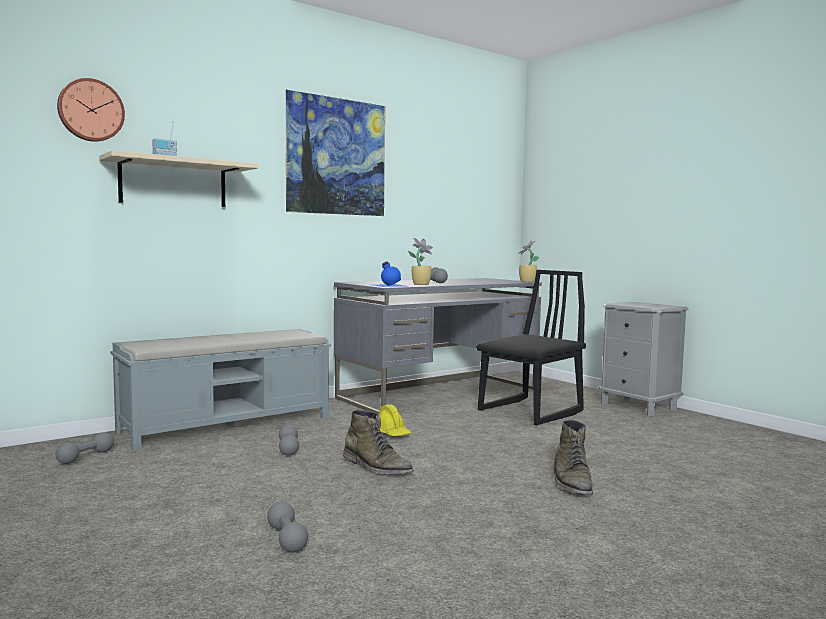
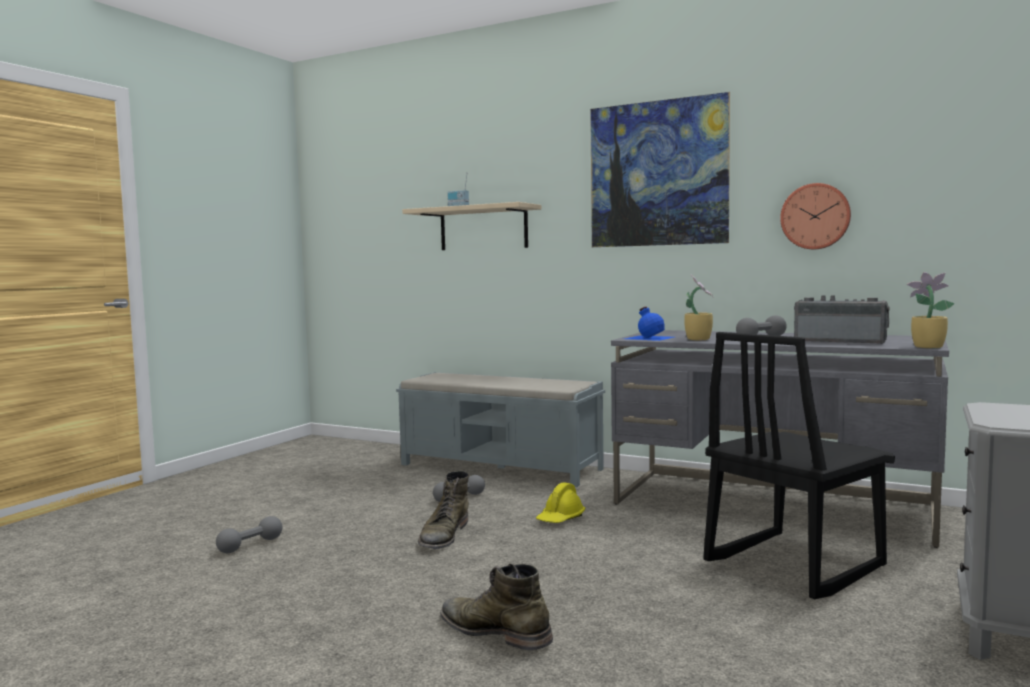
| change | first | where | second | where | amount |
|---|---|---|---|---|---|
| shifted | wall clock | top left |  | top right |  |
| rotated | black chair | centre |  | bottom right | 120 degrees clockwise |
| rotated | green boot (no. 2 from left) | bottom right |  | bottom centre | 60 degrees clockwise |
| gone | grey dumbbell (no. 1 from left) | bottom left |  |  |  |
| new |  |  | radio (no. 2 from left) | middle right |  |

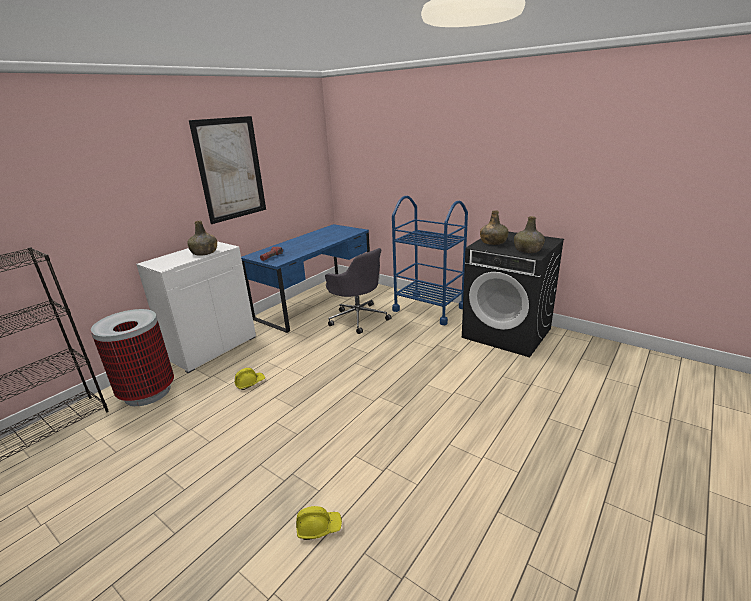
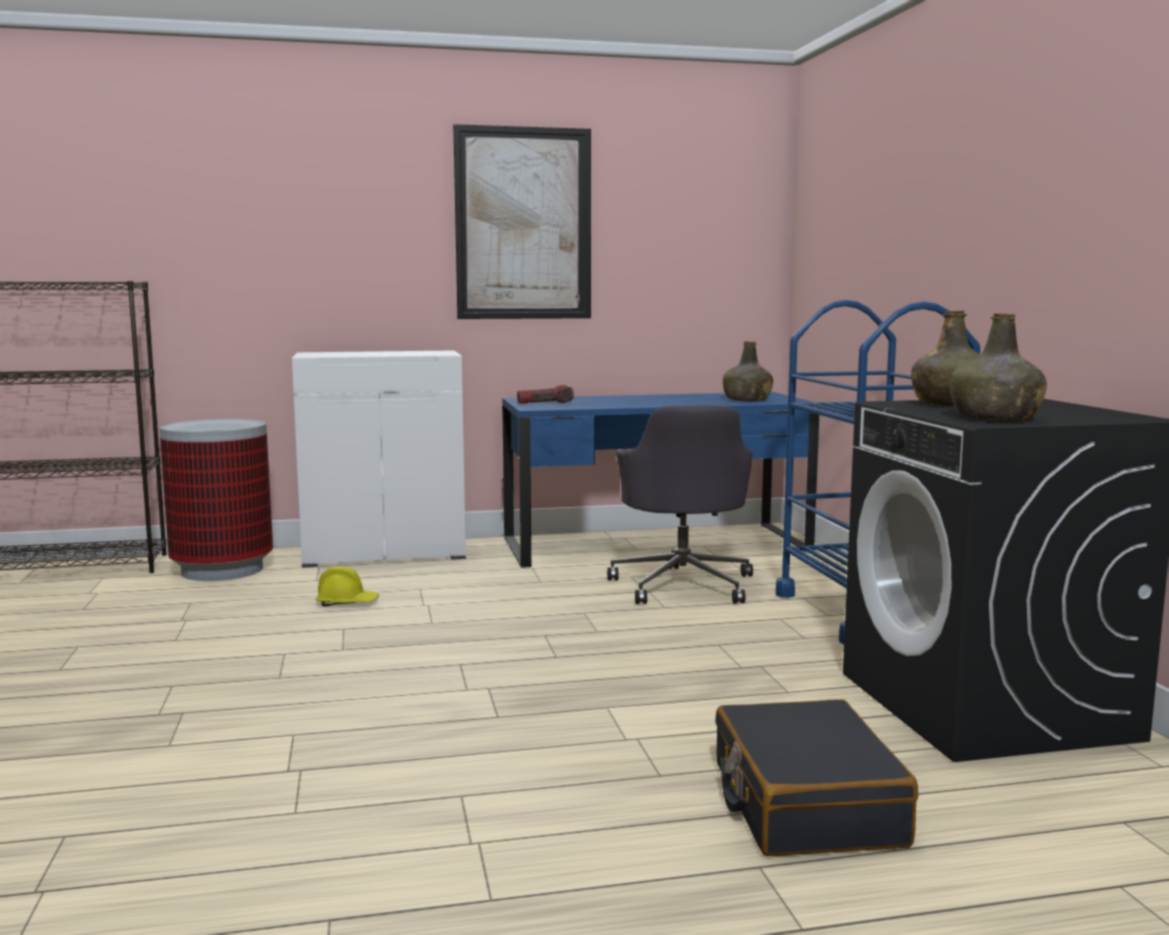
| change | first | where | second | where | amount |
|---|---|---|---|---|---|
| shifted | green bottle (no. 1 from left) | middle left |  | centre |  |
| gone | yellow hard hat (no. 2 from left) | bottom centre |  |  |  |
| new |  |  | black suitcase | bottom right |  |

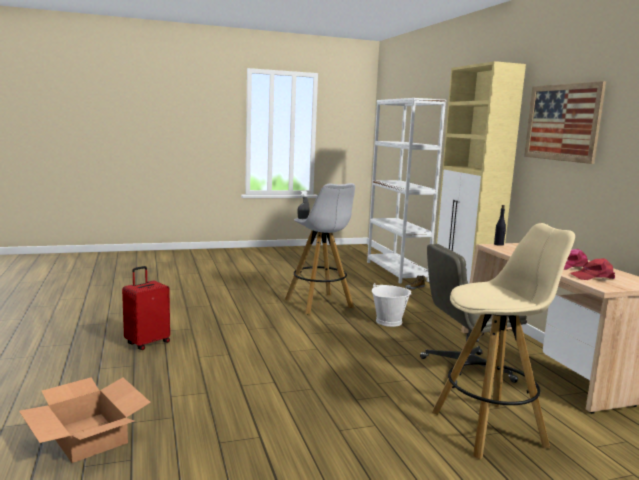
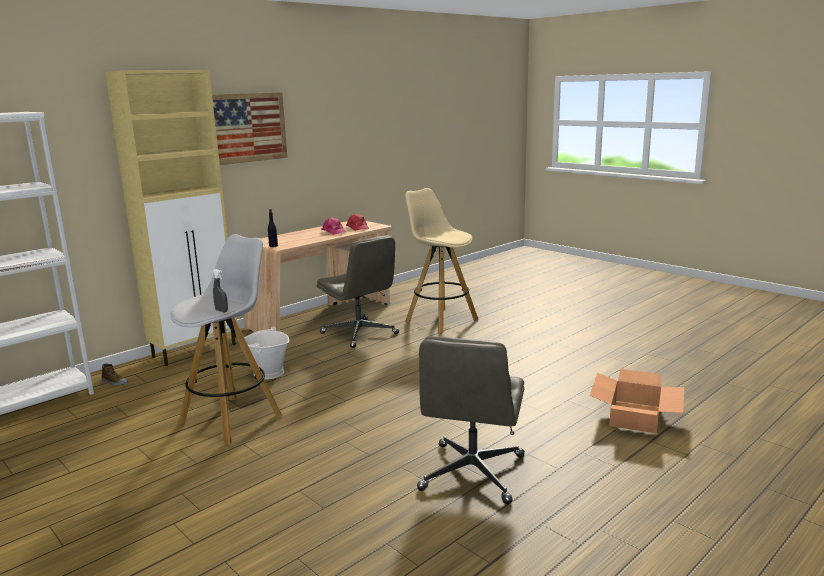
| change | first | where | second | where | amount |
|---|---|---|---|---|---|
| swapped | red suitcase | middle left | grey office chair (no. 2 from left) | bottom centre |  |

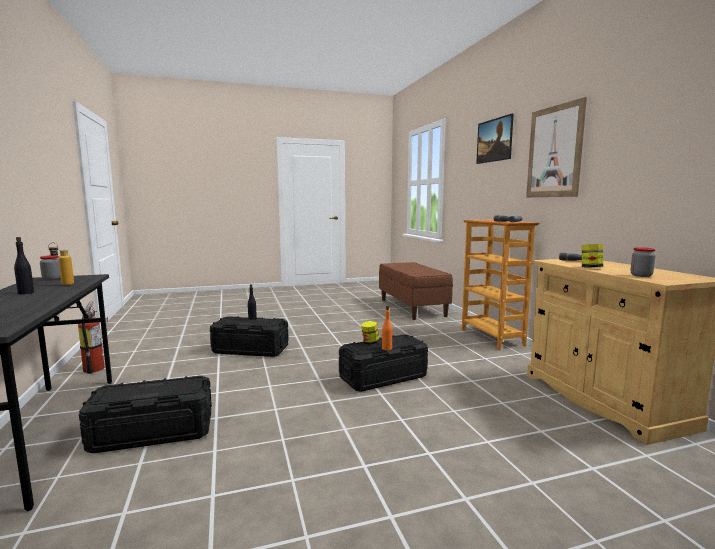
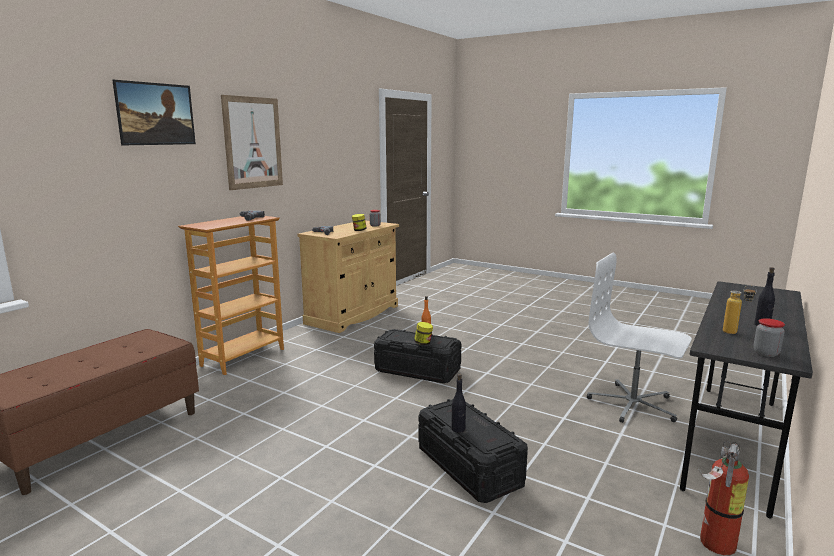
| change | first | where | second | where | amount |
|---|---|---|---|---|---|
| swapped | black storage box (no. 1 from left) | bottom left | white office chair | middle right |  |

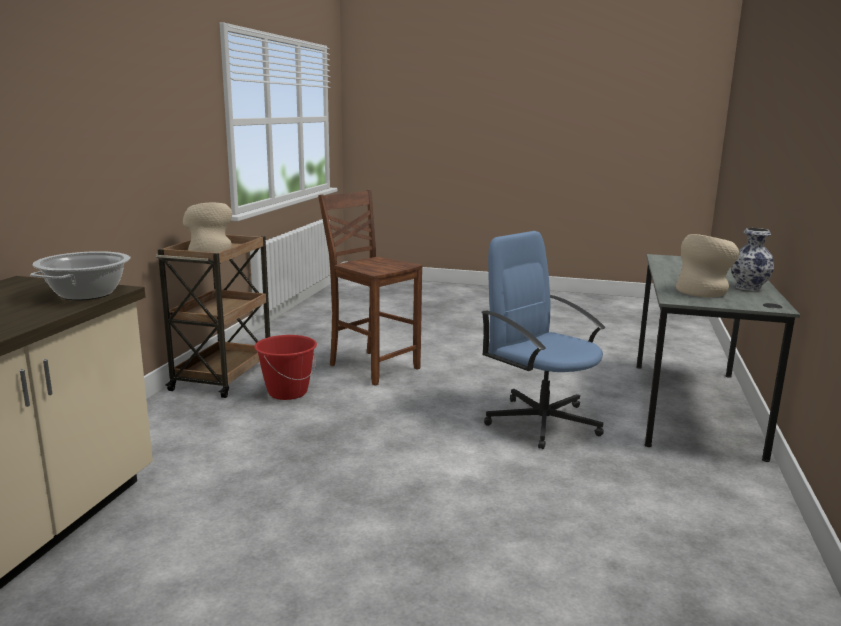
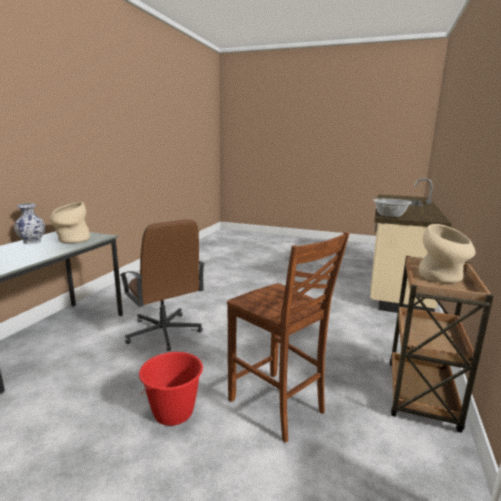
| change | first | where | second | where | amount |
|---|---|---|---|---|---|
| repainted | blue office chair | centre | brown office chair | middle left |  |
| shifted | red bucket | centre |  | bottom centre |  |

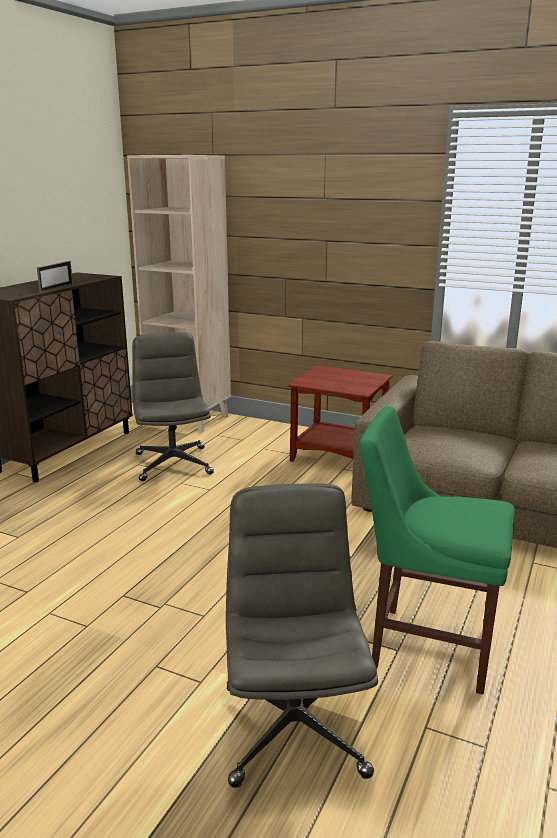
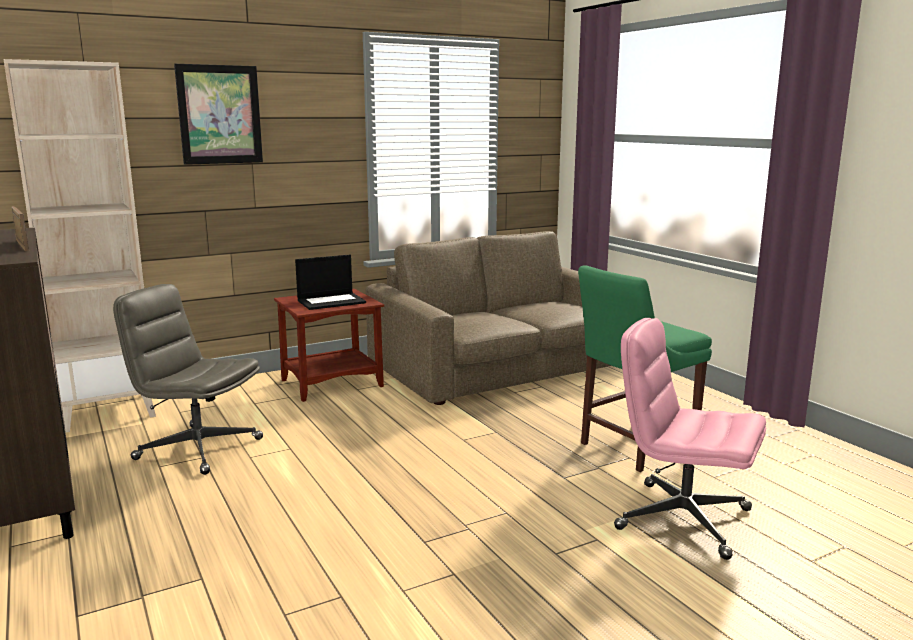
| change | first | where | second | where | amount |
|---|---|---|---|---|---|
| repainted | grey office chair (no. 2 from left) | bottom centre | pink office chair | bottom right |  |
| new |  |  | picture | top left |  |
| new |  |  | laptop | centre |  |

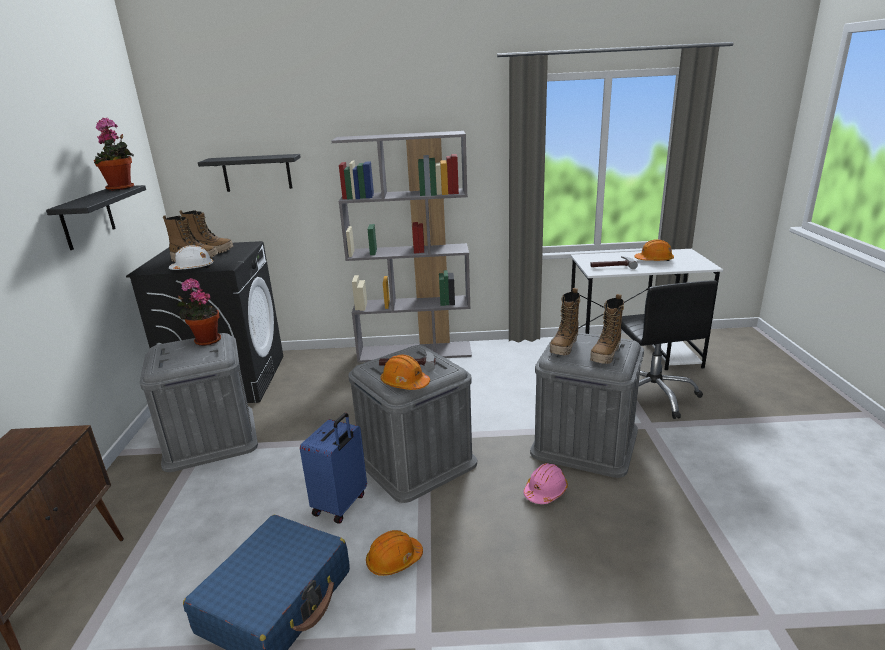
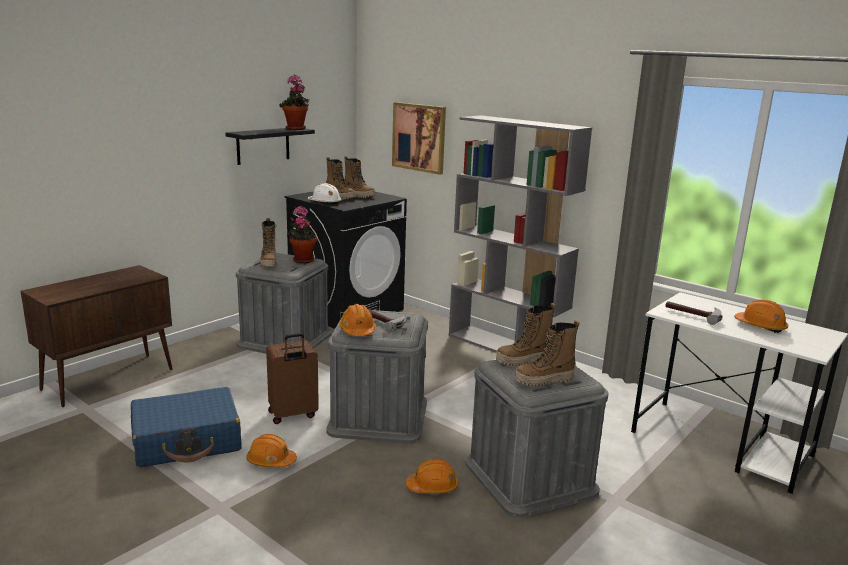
| change | first | where | second | where | amount |
|---|---|---|---|---|---|
| swapped | black shelf (no. 2 from left) | top left | picture | top centre |  |
| gone | black office chair | middle right |  |  |  |
| repainted | blue suitcase (no. 2 from left) | bottom centre | brown suitcase | bottom centre |  |
| repainted | pink hard hat | bottom centre | orange hard hat (no. 3 from left) | bottom centre |  |
| new |  |  | boot (no. 1 from left) | middle left |  |

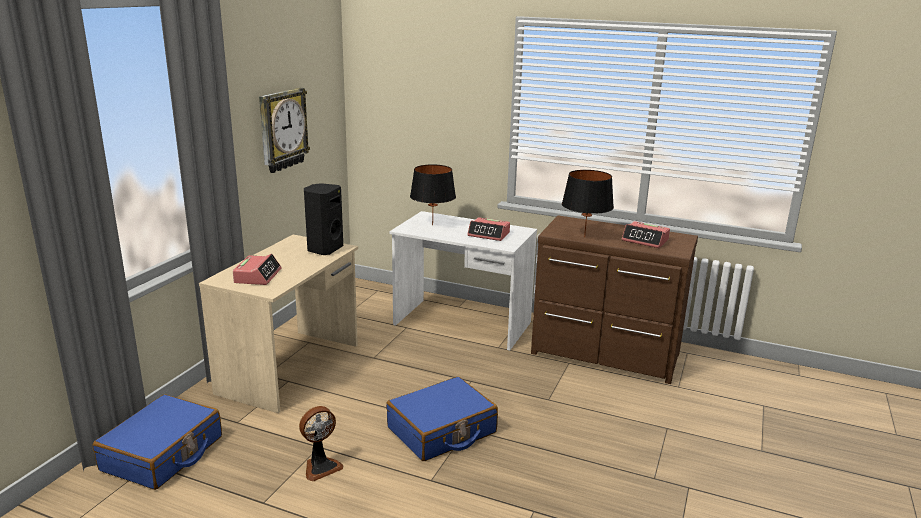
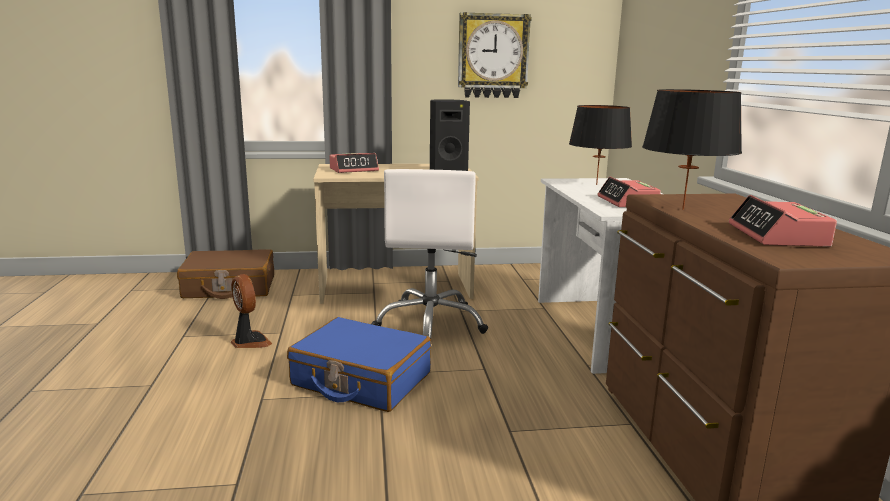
| change | first | where | second | where | amount |
|---|---|---|---|---|---|
| repainted | blue suitcase (no. 1 from left) | bottom left | brown suitcase | middle left |  |
| rotated | fan | bottom centre |  | middle left | 150 degrees counterclockwise |
| new |  |  | white office chair | centre |  |

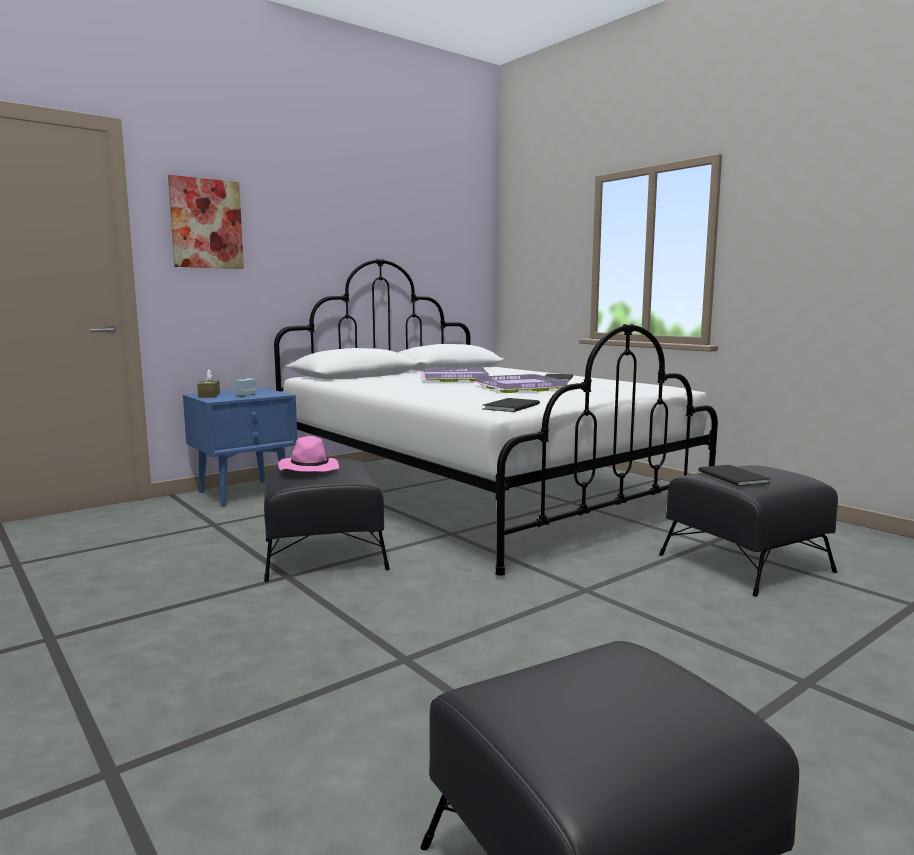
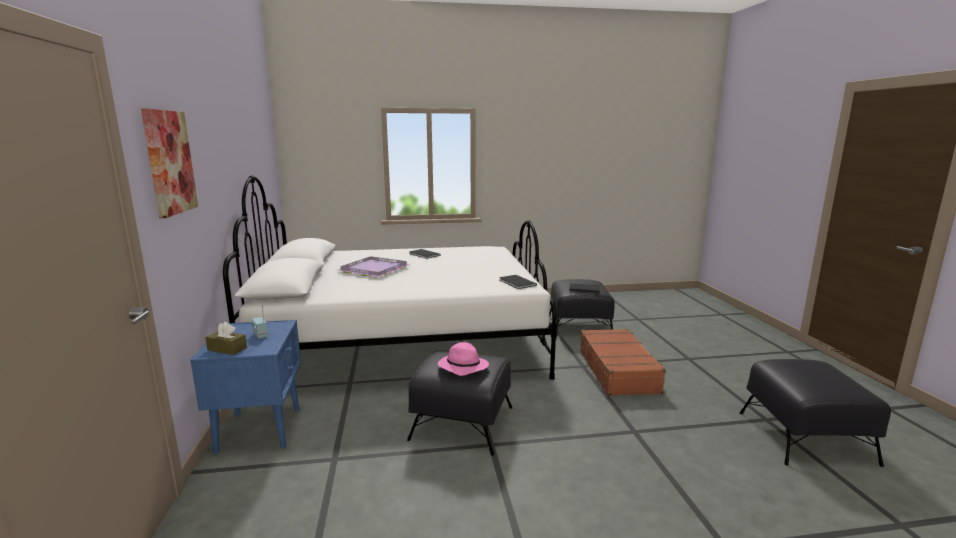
| change | first | where | second | where | amount |
|---|---|---|---|---|---|
| gone | purple tray (no. 2 from left) | centre |  |  |  |
| new |  |  | brown suitcase | bottom centre |  |

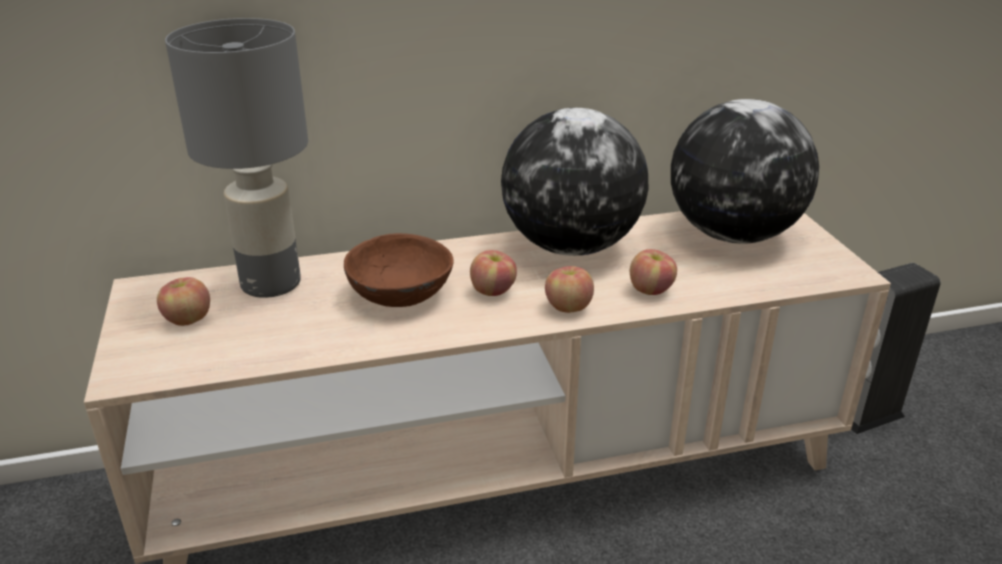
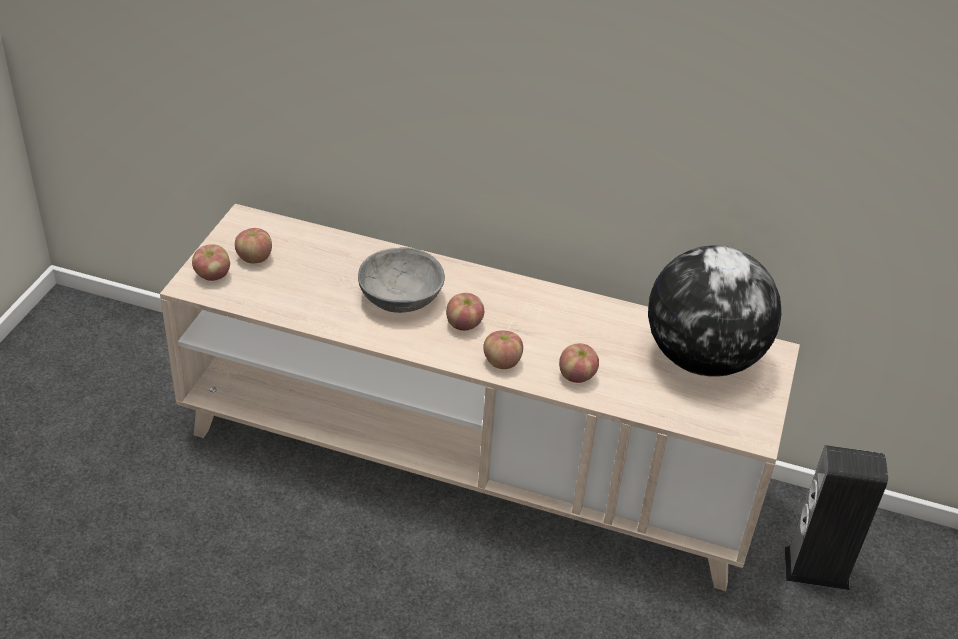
| change | first | where | second | where | amount |
|---|---|---|---|---|---|
| gone | grey table lamp | top left |  |  |  |
| gone | globe (no. 1 from left) | top centre |  |  |  |
| repainted | brown bowl | centre | grey bowl | centre |  |
| new |  |  | apple (no. 1 from left) | middle left |  |

